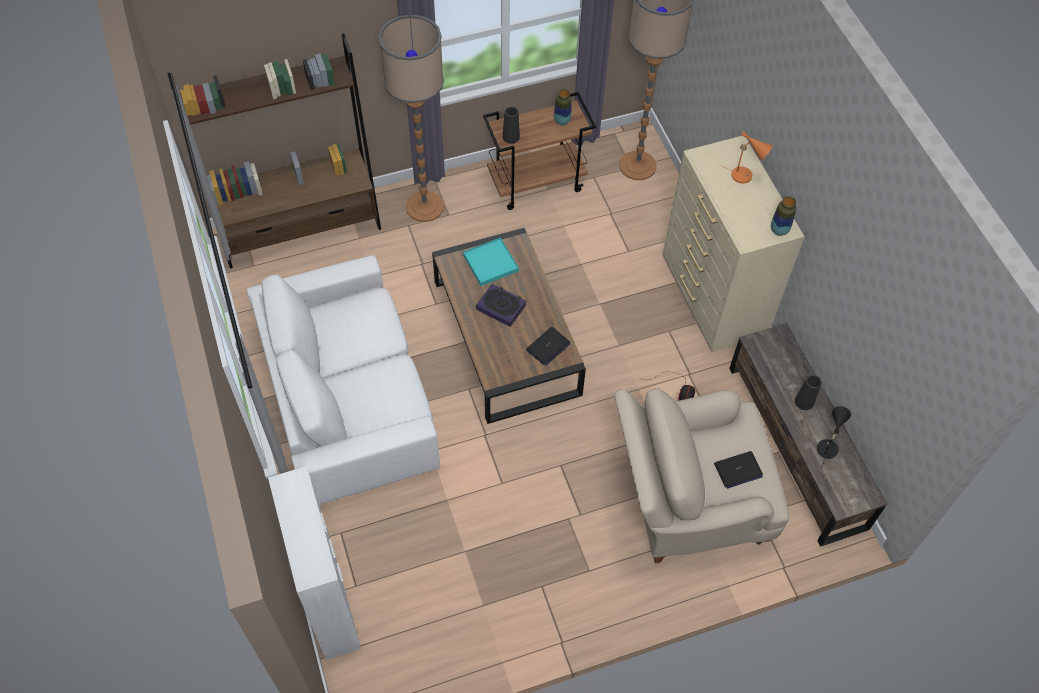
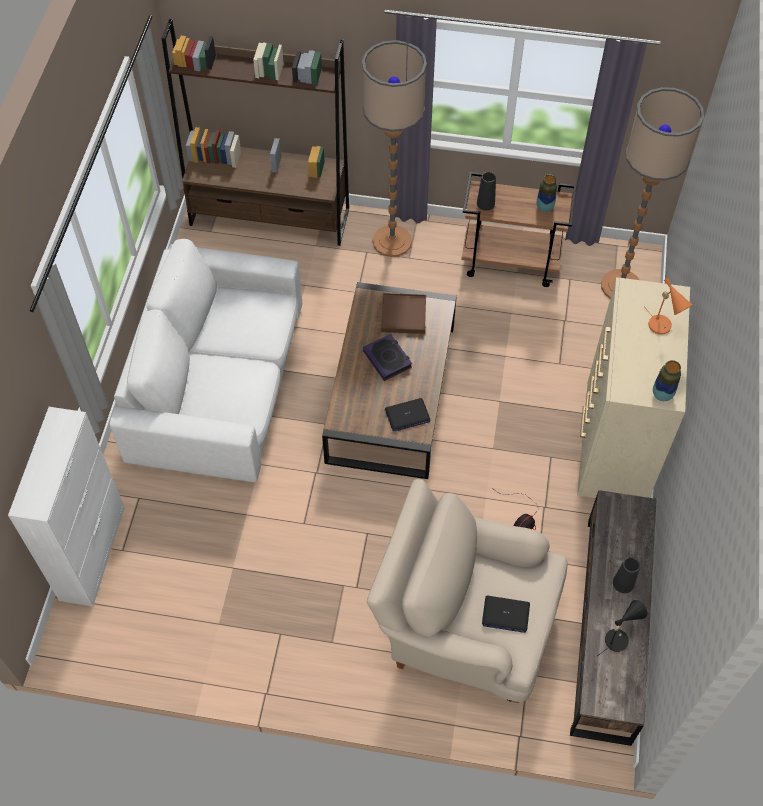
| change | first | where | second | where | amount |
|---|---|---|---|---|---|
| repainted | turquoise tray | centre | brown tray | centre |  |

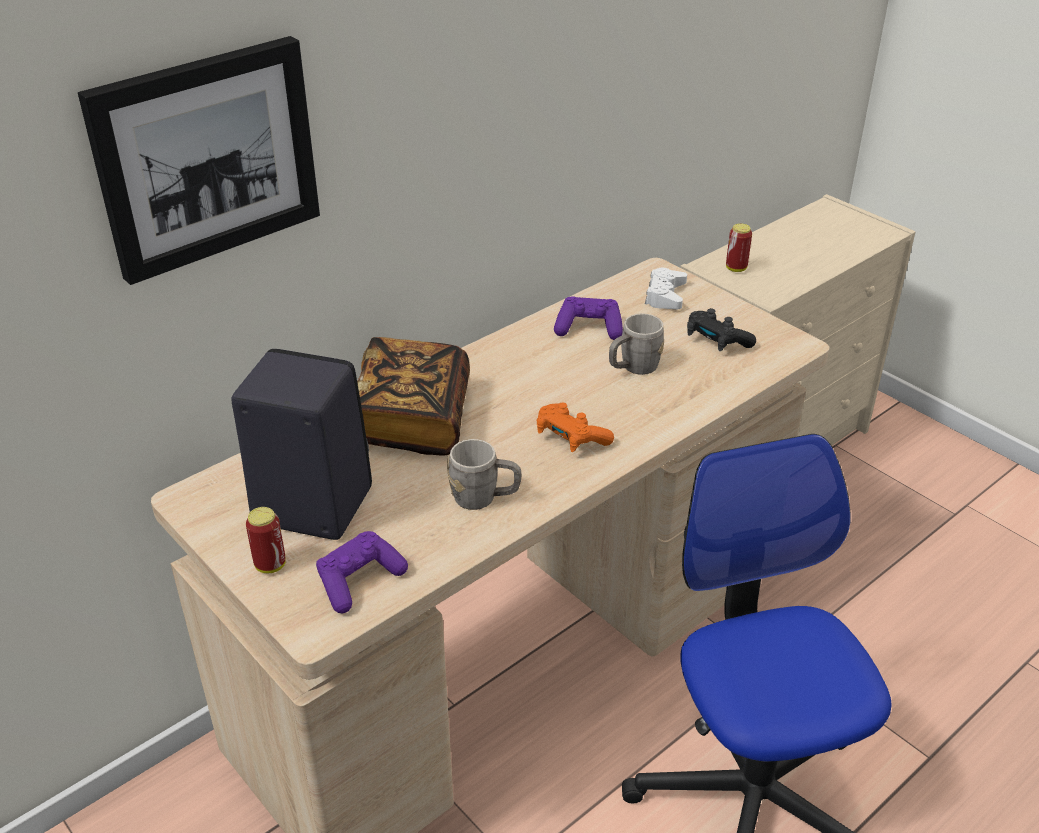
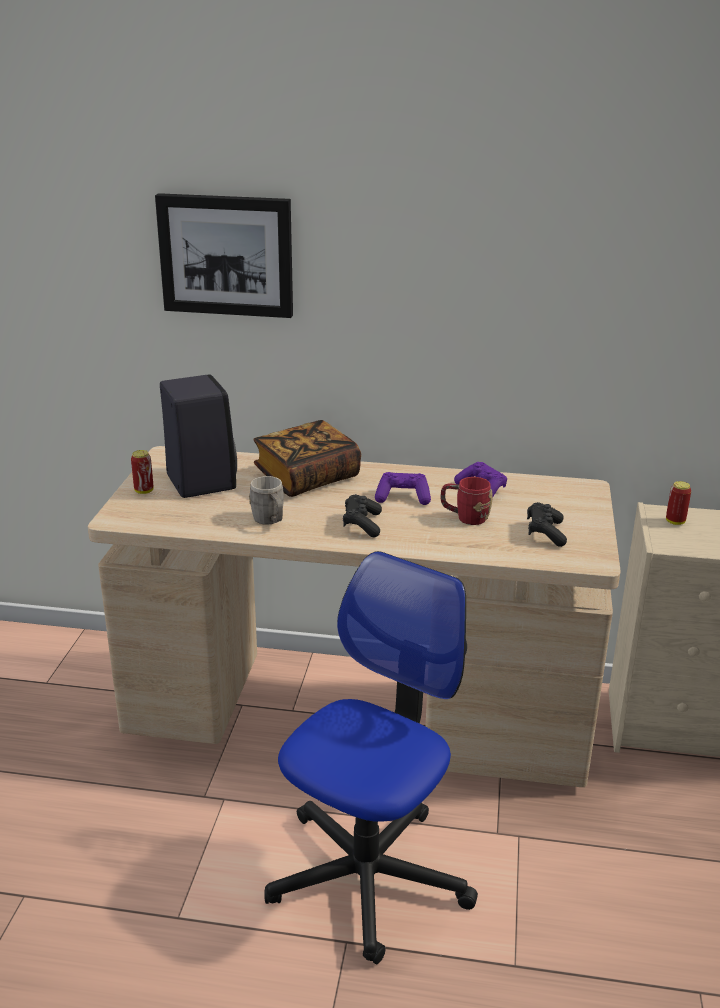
| change | first | where | second | where | amount |
|---|---|---|---|---|---|
| gone | white game controller | centre |  |  |  |
| repainted | grey mug (no. 2 from left) | centre | red mug | centre |  |
| repainted | orange game controller | centre | black game controller (no. 1 from left) | centre |  |
| shifted | purple game controller (no. 1 from left) | bottom centre |  | centre |  |

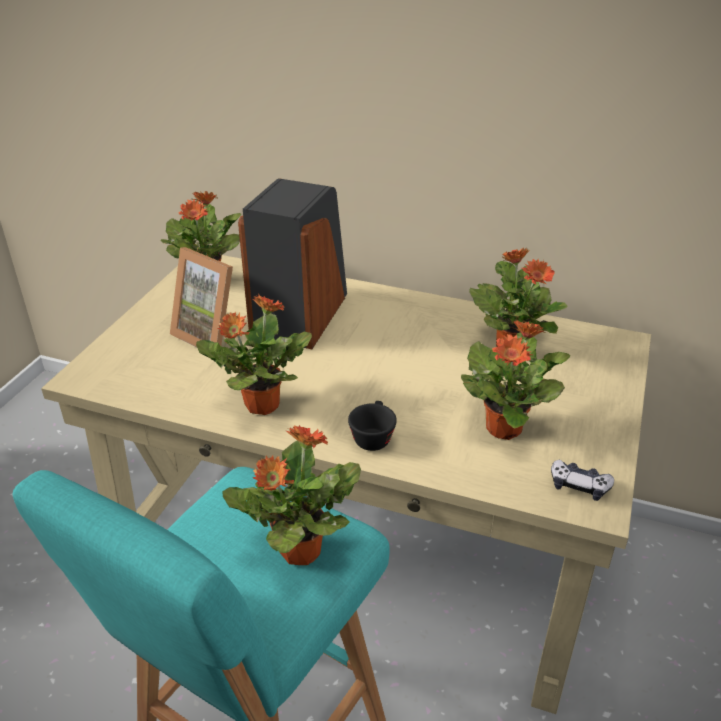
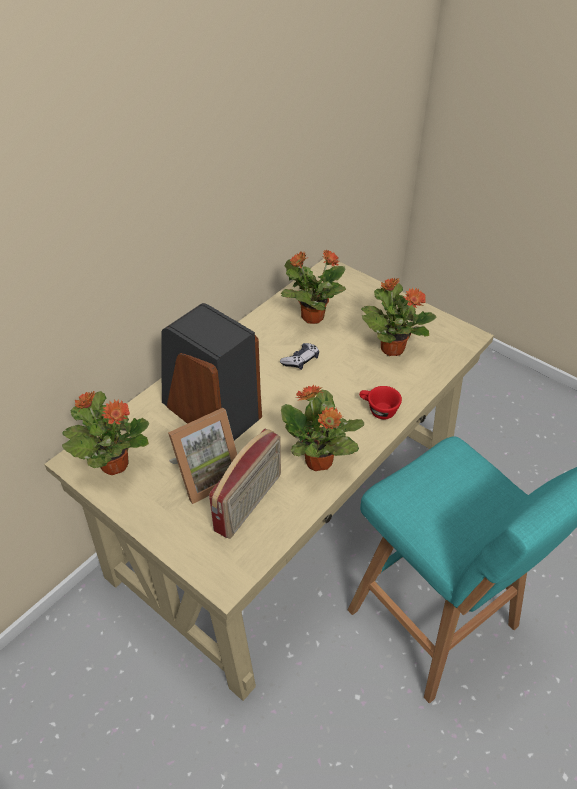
| change | first | where | second | where | amount |
|---|---|---|---|---|---|
| repainted | black cup | centre | red cup | centre |  |
| gone | potted plant (no. 3 from left) | bottom centre |  |  |  |
| shifted | game controller | middle right |  | centre |  |
| new |  |  | radio | centre |  |

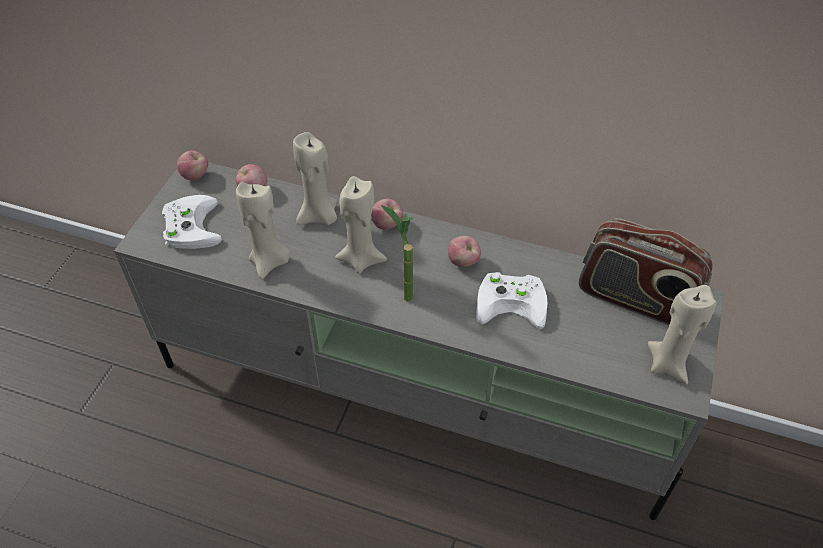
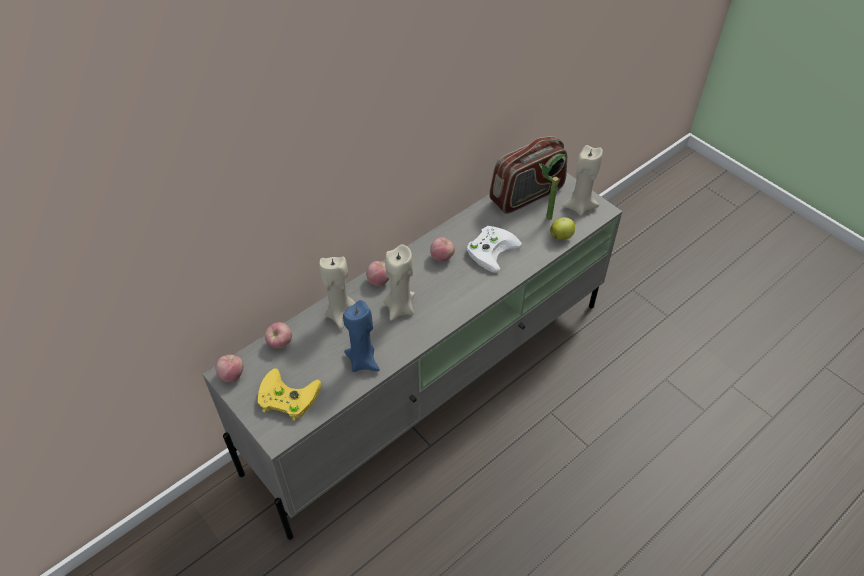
| change | first | where | second | where | amount |
|---|---|---|---|---|---|
| repainted | beige candle (no. 1 from left) | middle left | blue candle | centre |  |
| repainted | white game controller (no. 1 from left) | middle left | yellow game controller | bottom centre |  |
| shifted | potted plant | centre |  | top centre |  |
| new |  |  | apple (no. 5 from left) | centre |  |

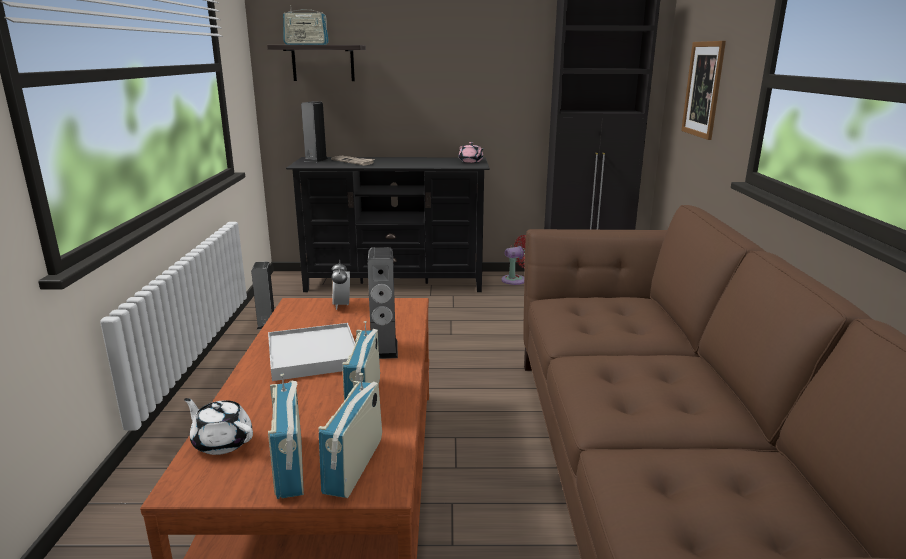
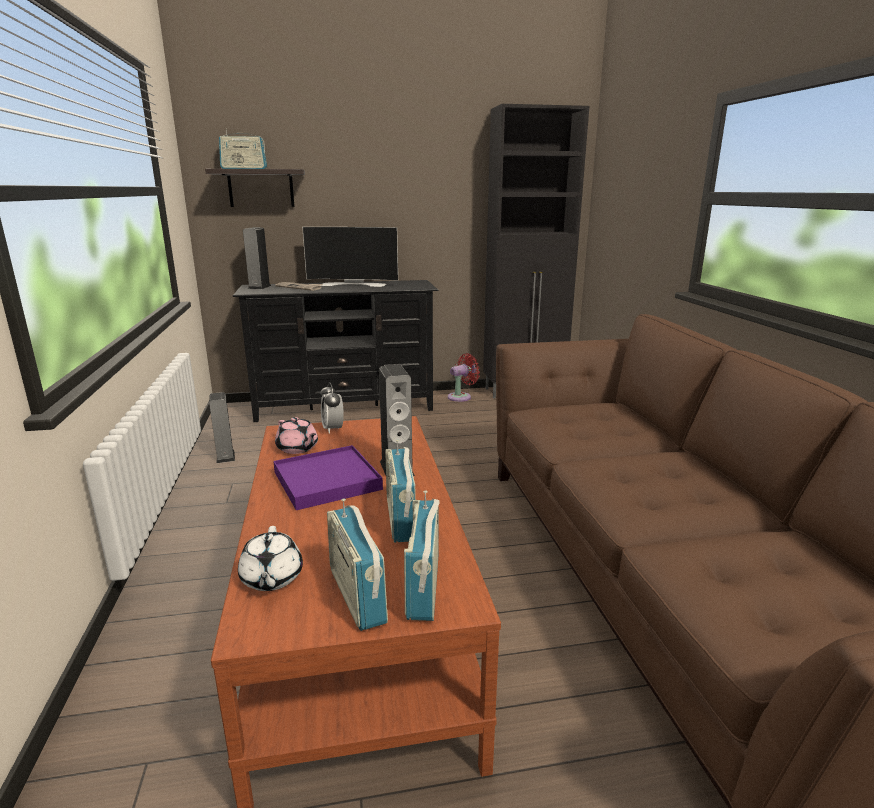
| change | first | where | second | where | amount |
|---|---|---|---|---|---|
| gone | picture | top right |  |  |  |
| shifted | pink teapot | top centre |  | centre |  |
| repainted | white tray | centre | purple tray | centre |  |
| rotated | white teapot | bottom left |  | bottom left | 120 degrees counterclockwise |
| new |  |  | television | top centre |  |

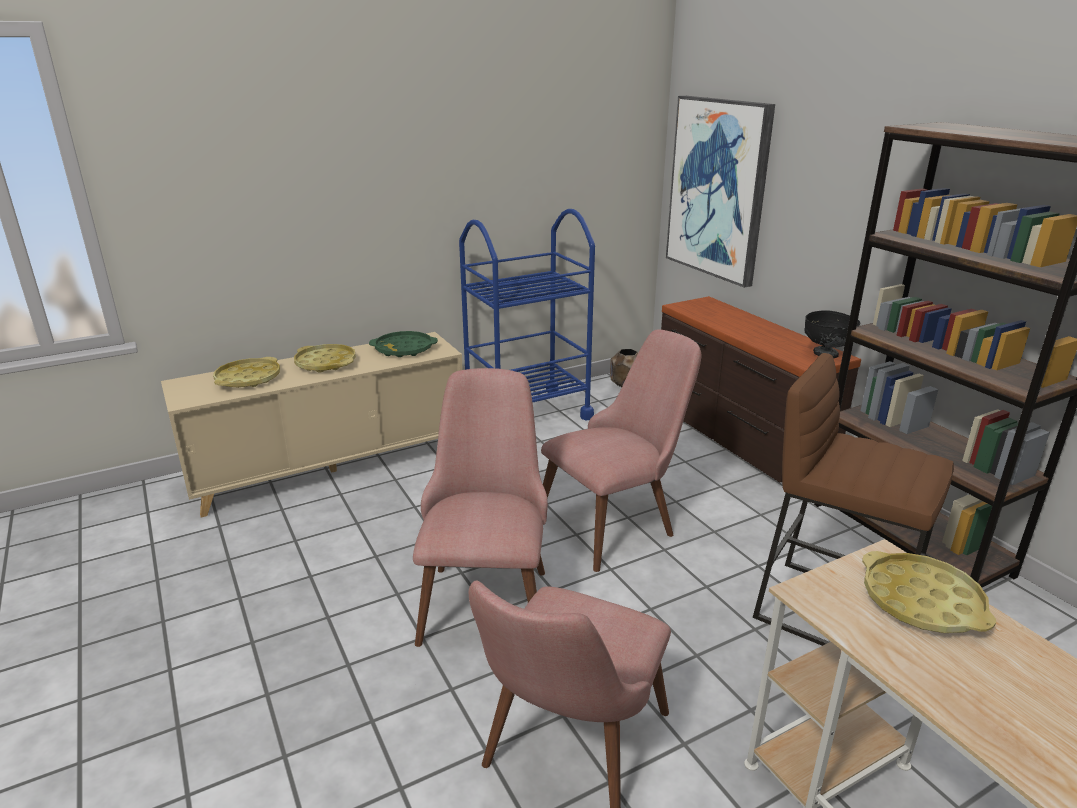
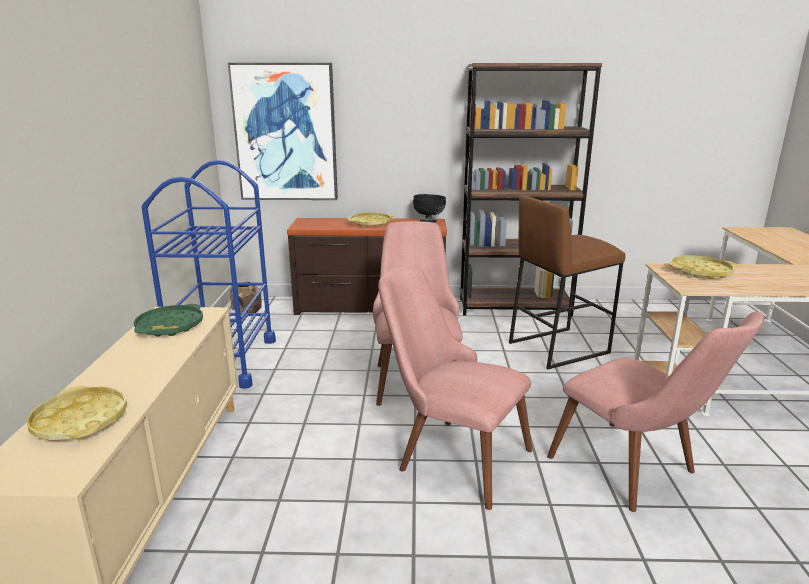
| change | first | where | second | where | amount |
|---|---|---|---|---|---|
| shifted | yellow tray (no. 2 from left) | middle left |  | centre |  |

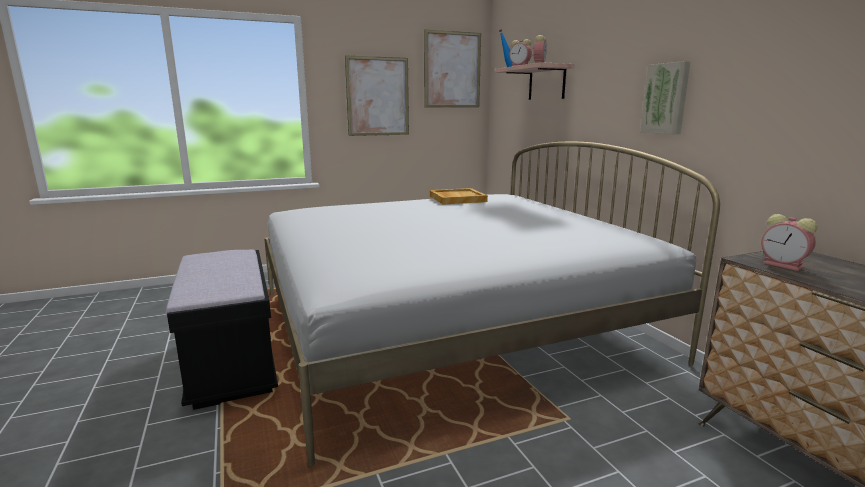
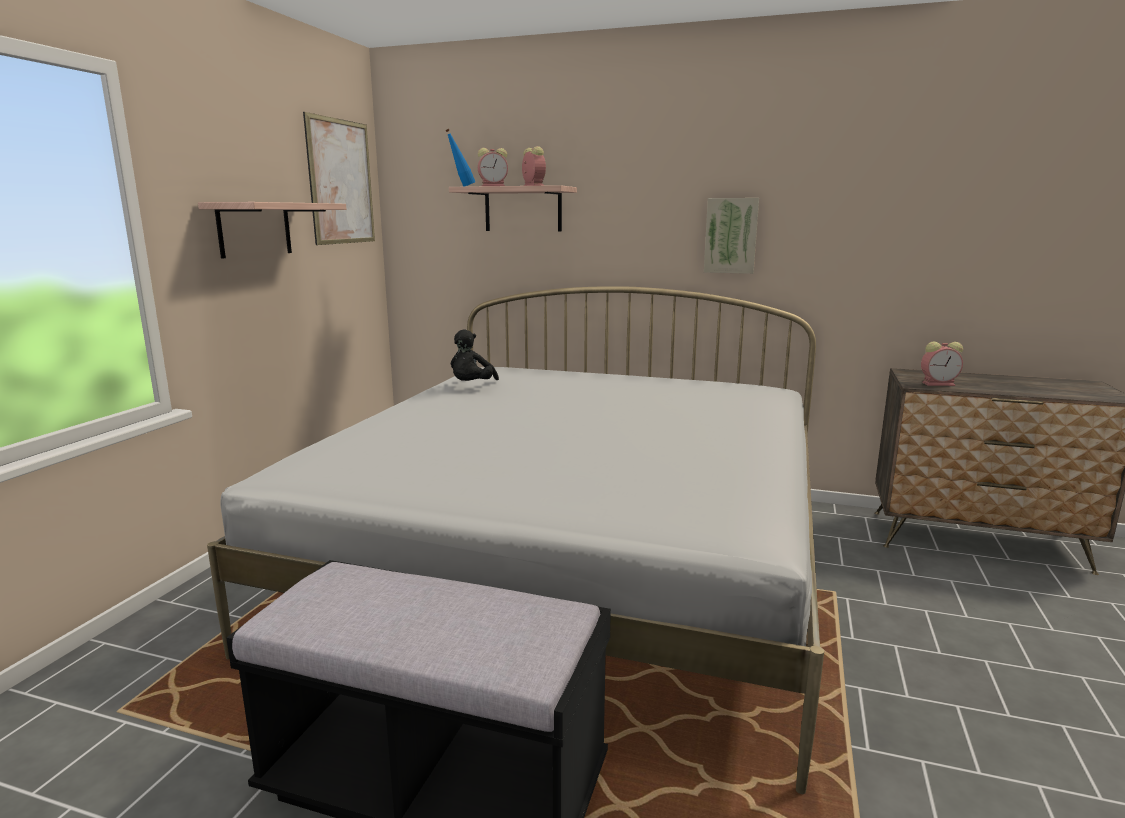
| change | first | where | second | where | amount |
|---|---|---|---|---|---|
| swapped | picture (no. 1 from left) | top centre | shelf (no. 1 from left) | top left |  |
| swapped | beige tray | centre | black plush toy | centre |  |

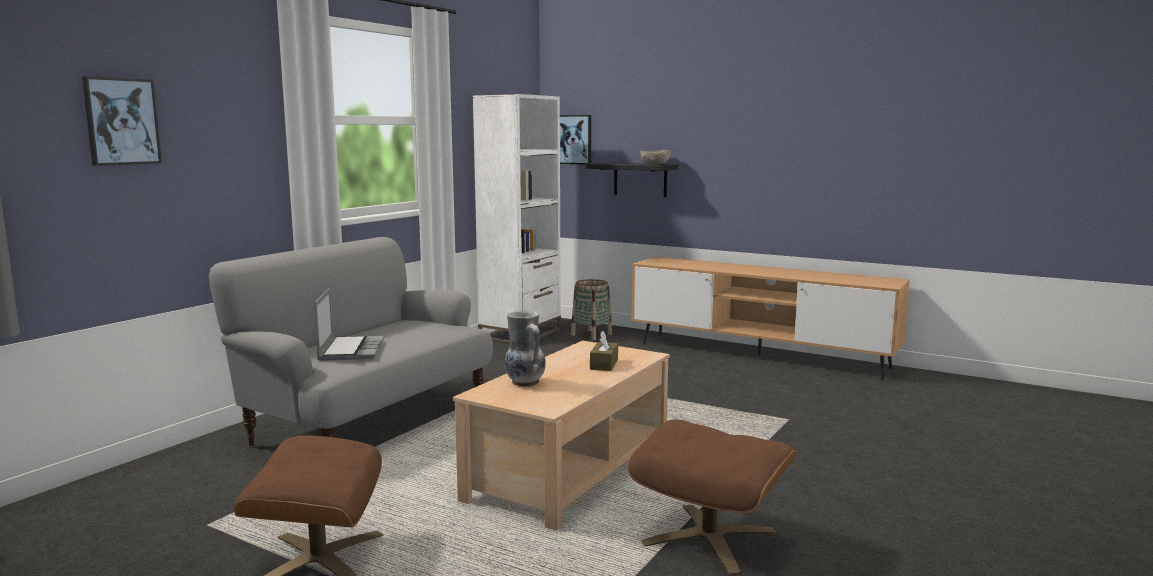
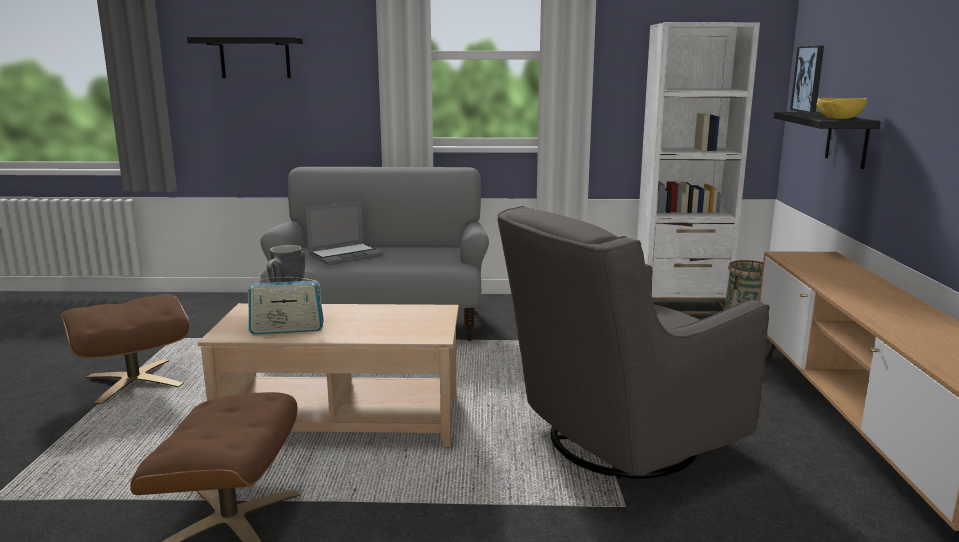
| change | first | where | second | where | amount |
|---|---|---|---|---|---|
| swapped | picture (no. 1 from left) | top left | black shelf (no. 1 from left) | top left |  |
| repainted | grey bowl | top centre | yellow bowl | top right |  |
| gone | brown tissue box | centre |  |  |  |
| new |  |  | grey armchair | centre |  |
| new |  |  | radio | middle left |  |

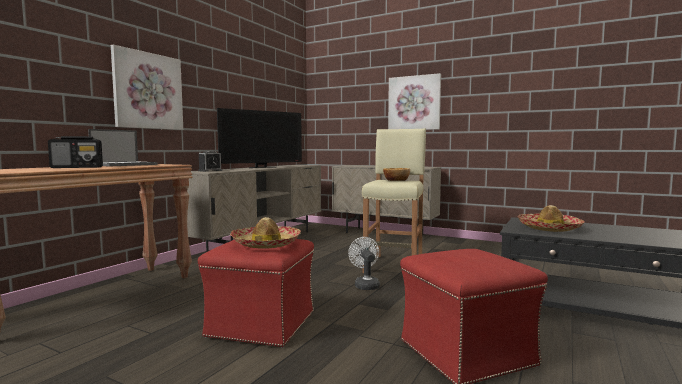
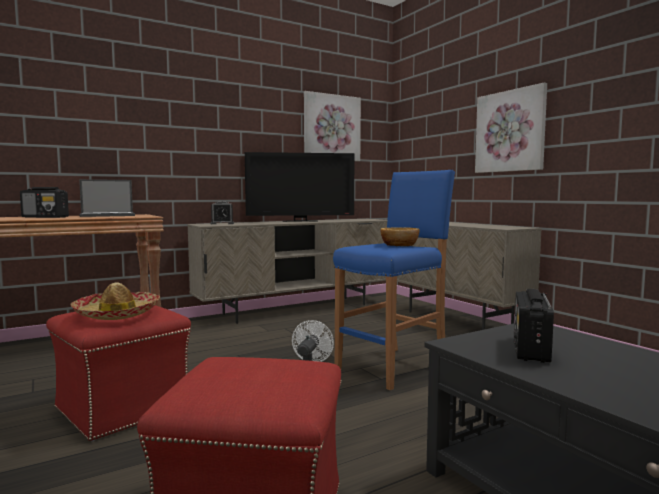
| change | first | where | second | where | amount |
|---|---|---|---|---|---|
| shifted | picture (no. 1 from left) | top left |  | top centre |  |
| repainted | beige stool | centre | blue stool | centre |  |
| swapped | hat (no. 2 from left) | middle right | radio (no. 2 from left) | middle right |  |

